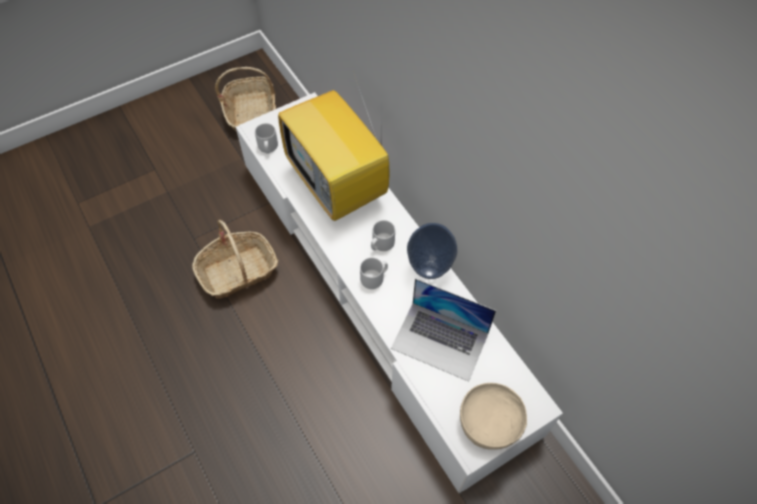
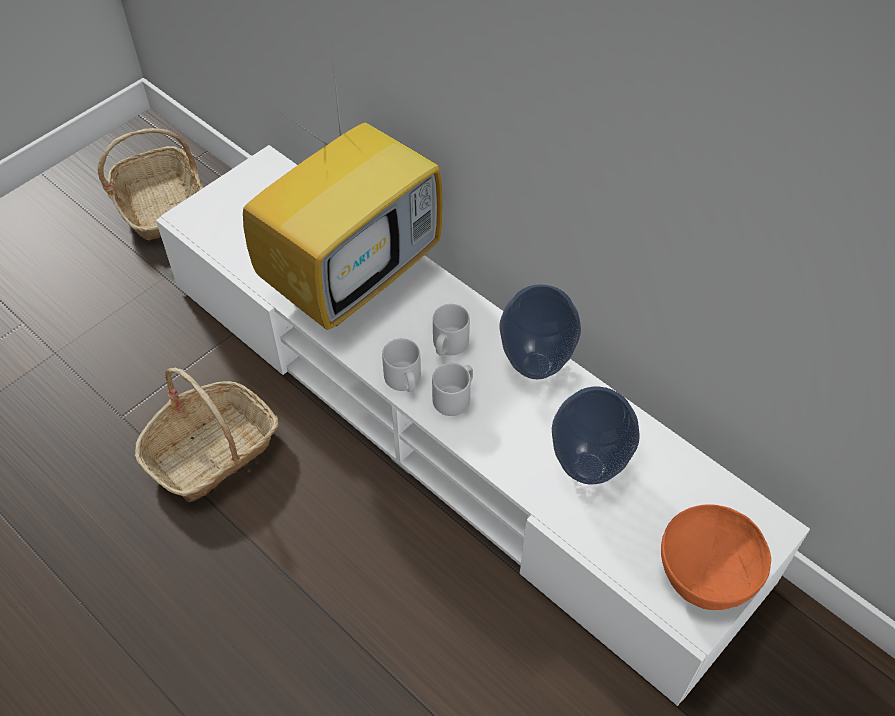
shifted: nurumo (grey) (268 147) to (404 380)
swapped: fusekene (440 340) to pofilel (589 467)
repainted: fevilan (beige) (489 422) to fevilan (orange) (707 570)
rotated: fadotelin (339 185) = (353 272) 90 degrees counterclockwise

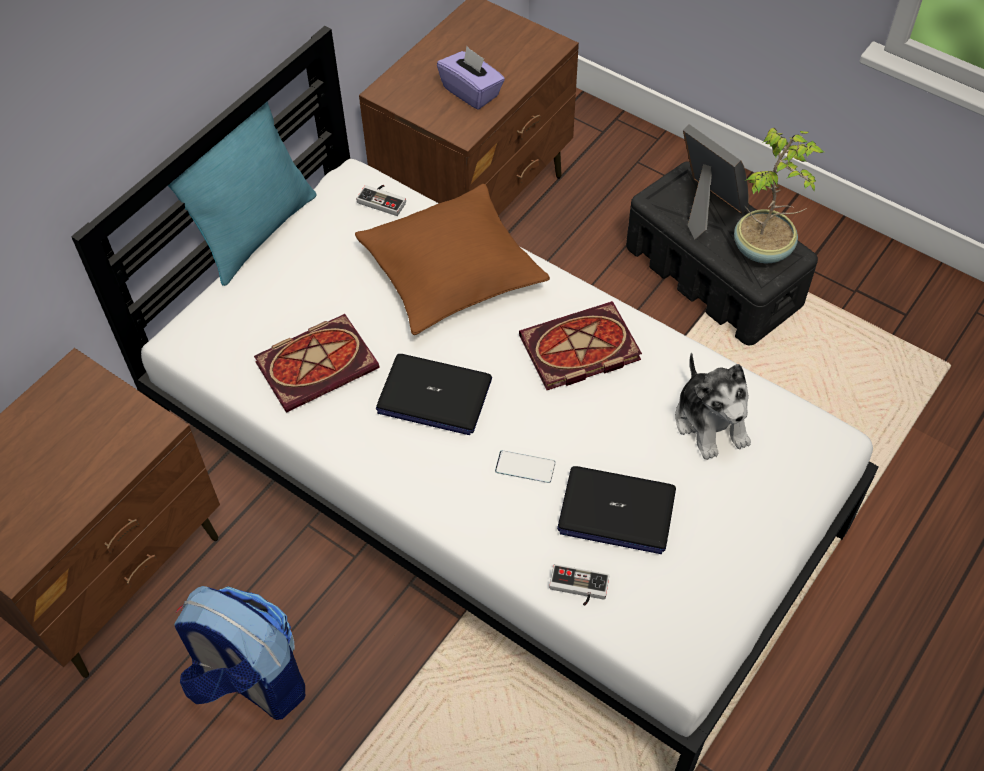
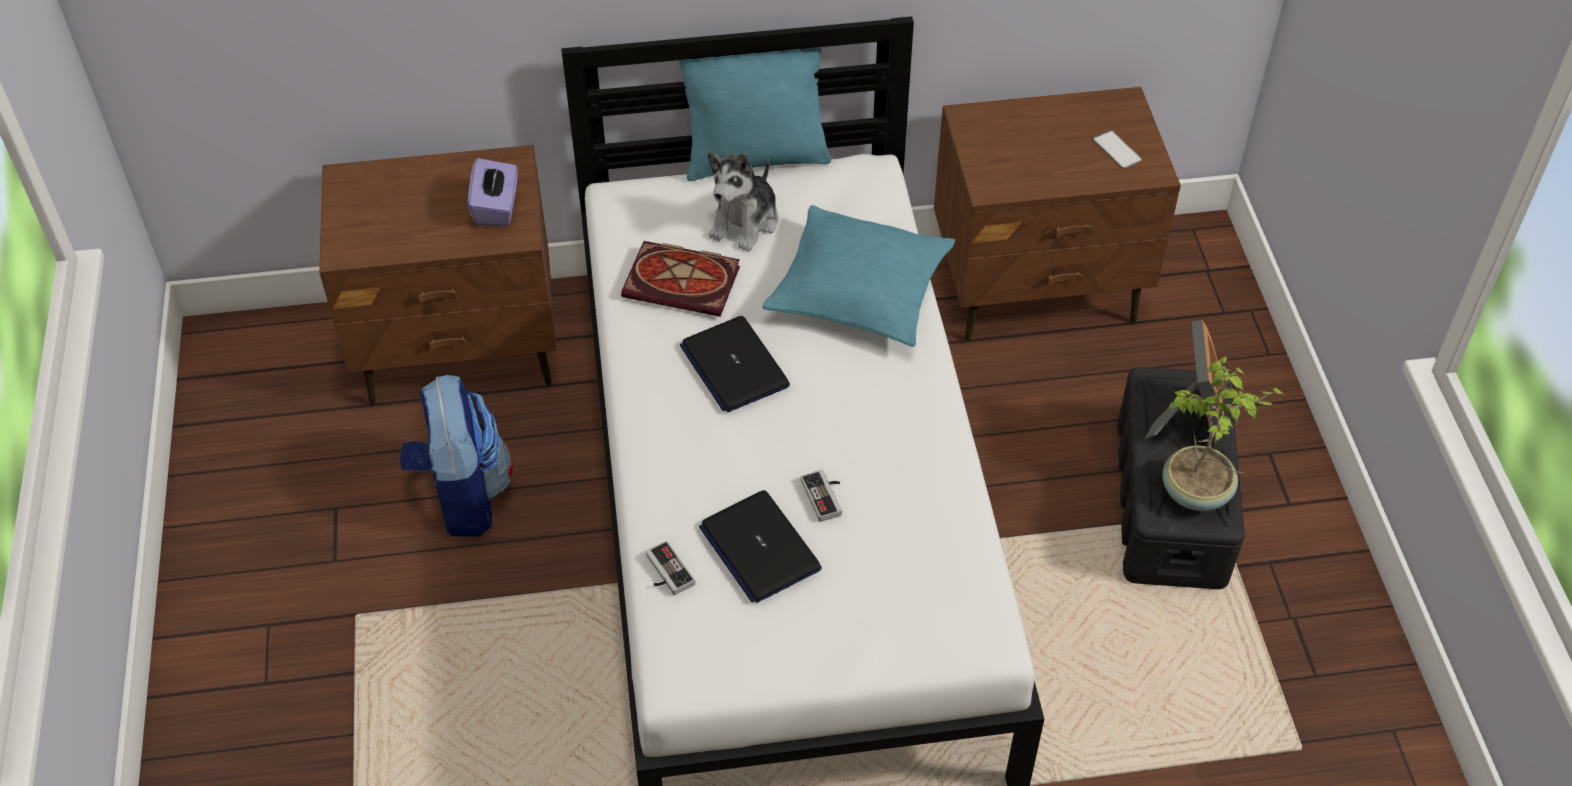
gone: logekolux (578 351)
shifted: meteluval (383 199) to (826 496); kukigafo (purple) (471 92) to (497 207); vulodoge (525 467) to (1117 150); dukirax (711 422) to (745 222)
repainted: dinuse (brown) (451 271) to dinuse (turquoise) (859 290)

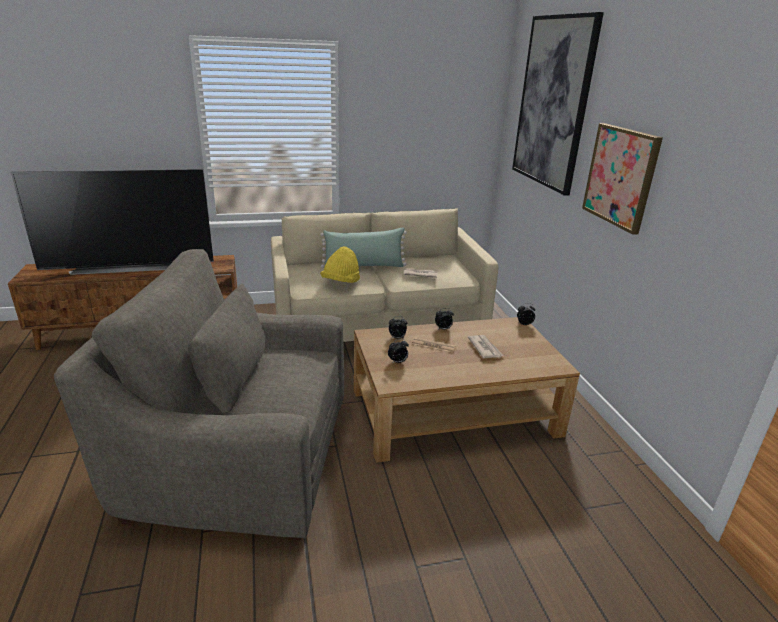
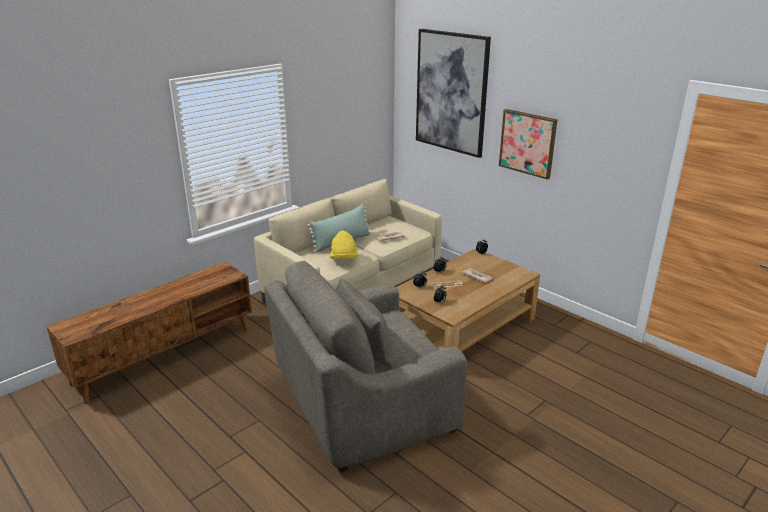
gone: fadotelin (130 266)

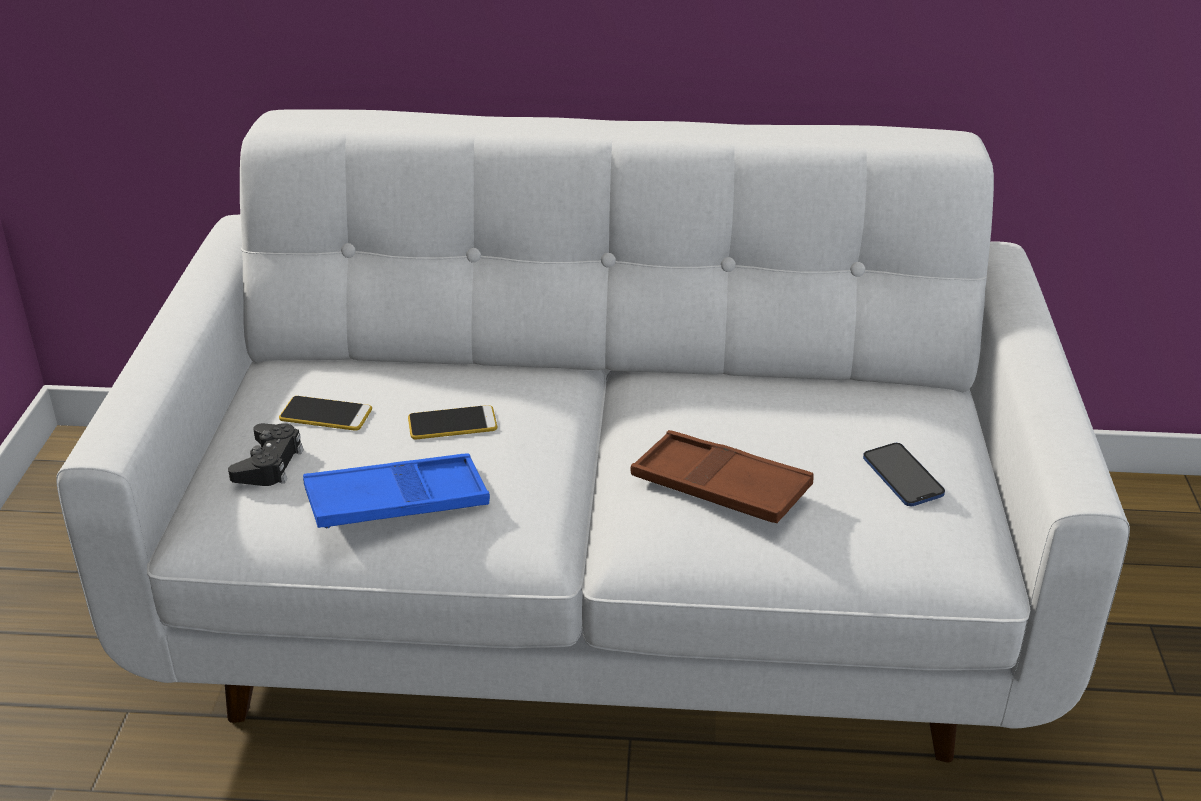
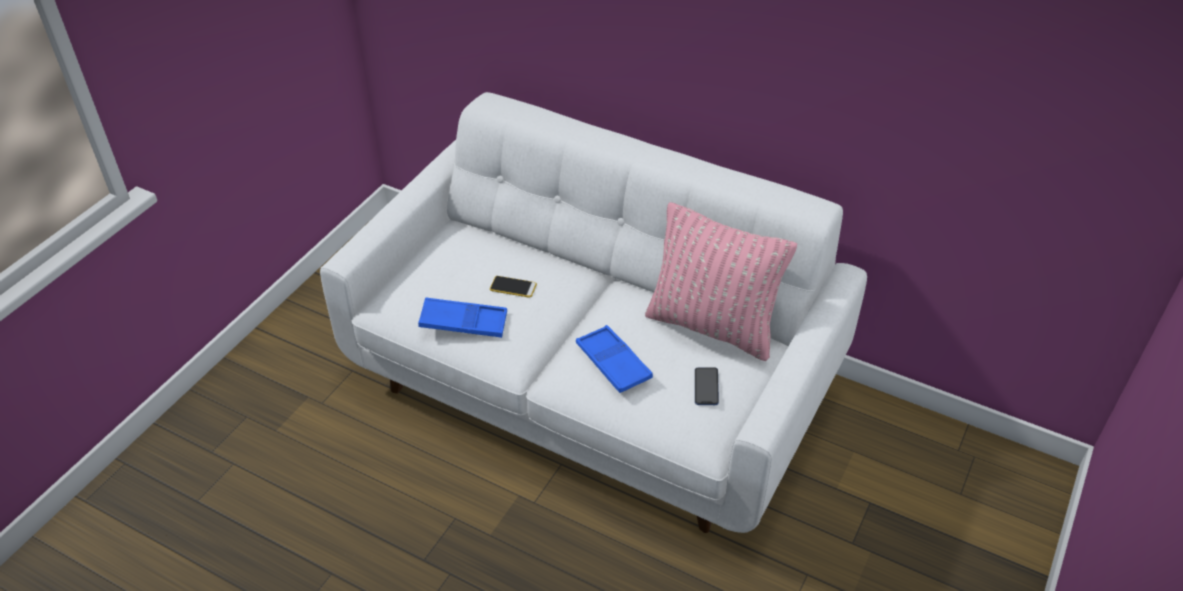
gone: meteluval (black) (269 463); vulodoge (326 414)
new: dinuse (pink) (712 327)
repainted: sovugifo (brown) (720 487) to sovugifo (blue) (613 363)

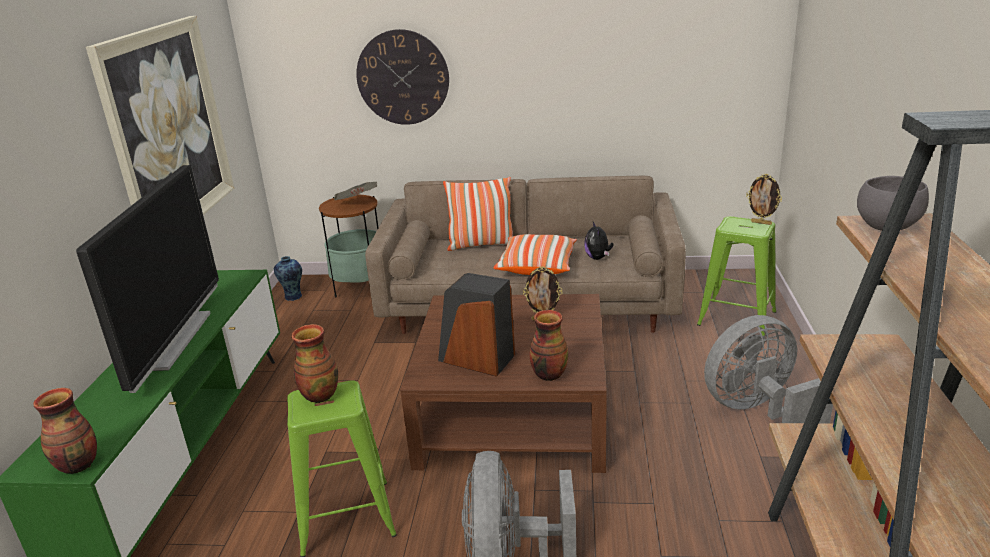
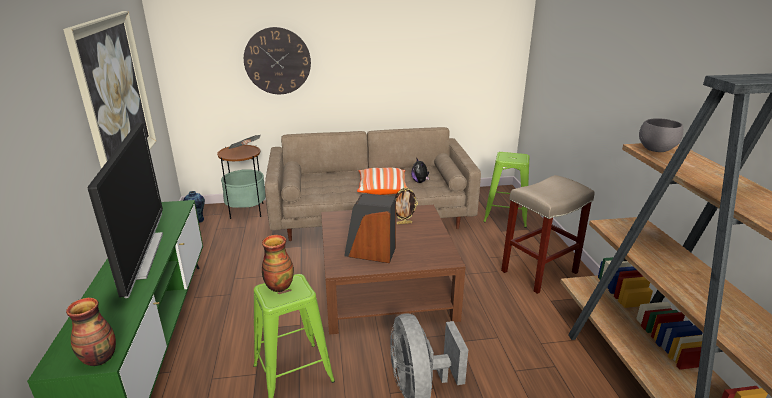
gone: dinuse (481 244); pofilel (548 374); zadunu (761 223)
swapped: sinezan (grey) (758 410) to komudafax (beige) (539 272)

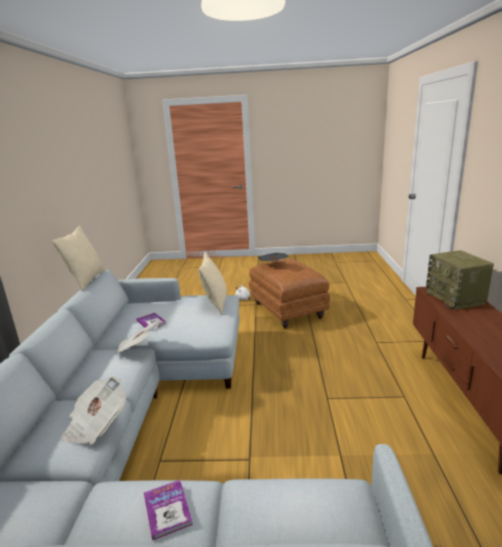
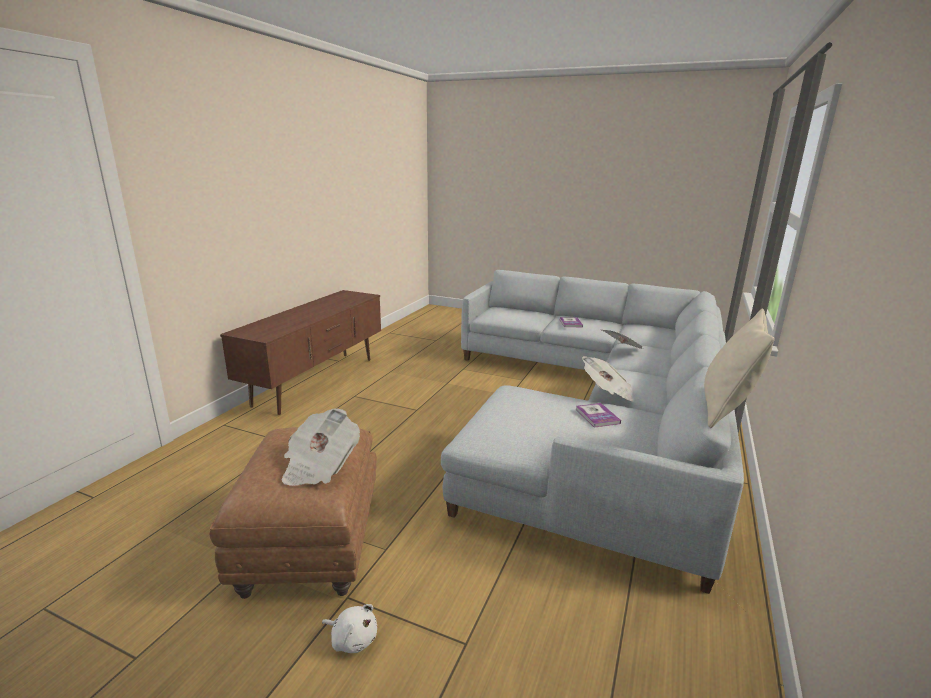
gone: dinuse (beige) (215 304); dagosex (456 298)

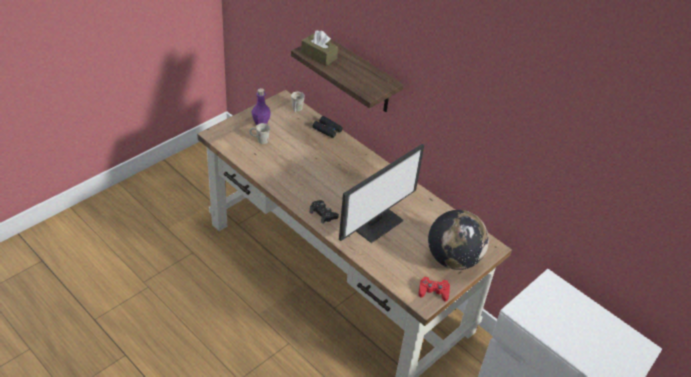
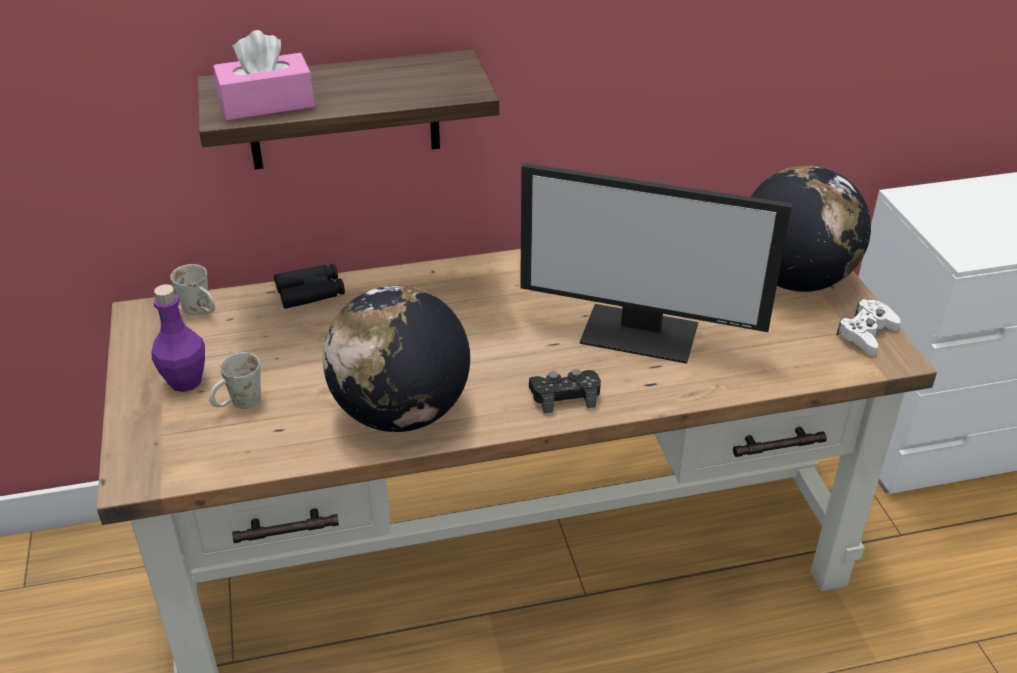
new: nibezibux (400 412)
repainted: kukigafo (brown) (319 55) to kukigafo (pink) (266 104); meteluval (red) (433 291) to meteluval (white) (866 333)
rotated: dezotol (377 223) = (641 332) 120 degrees clockwise

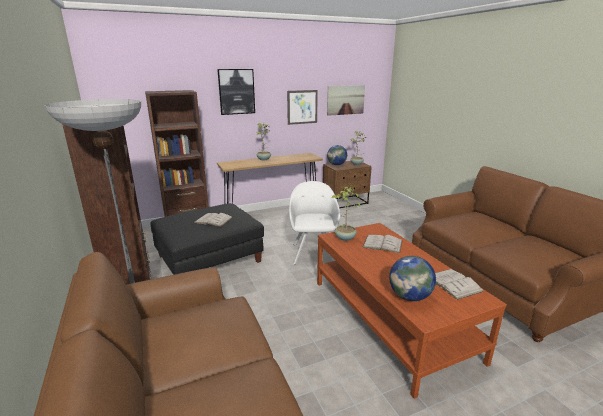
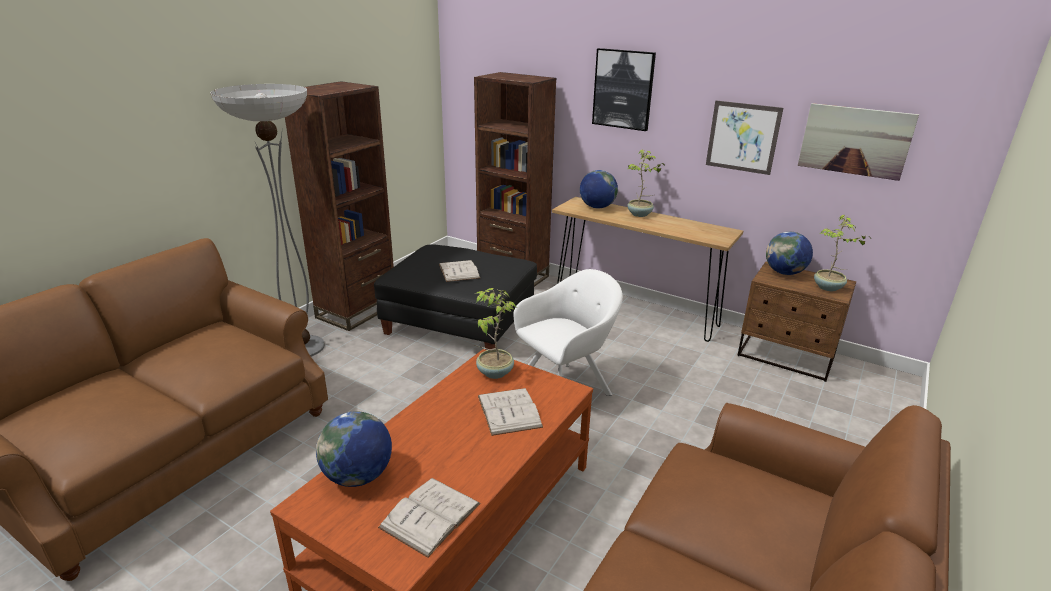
new: nibezibux (597 207)

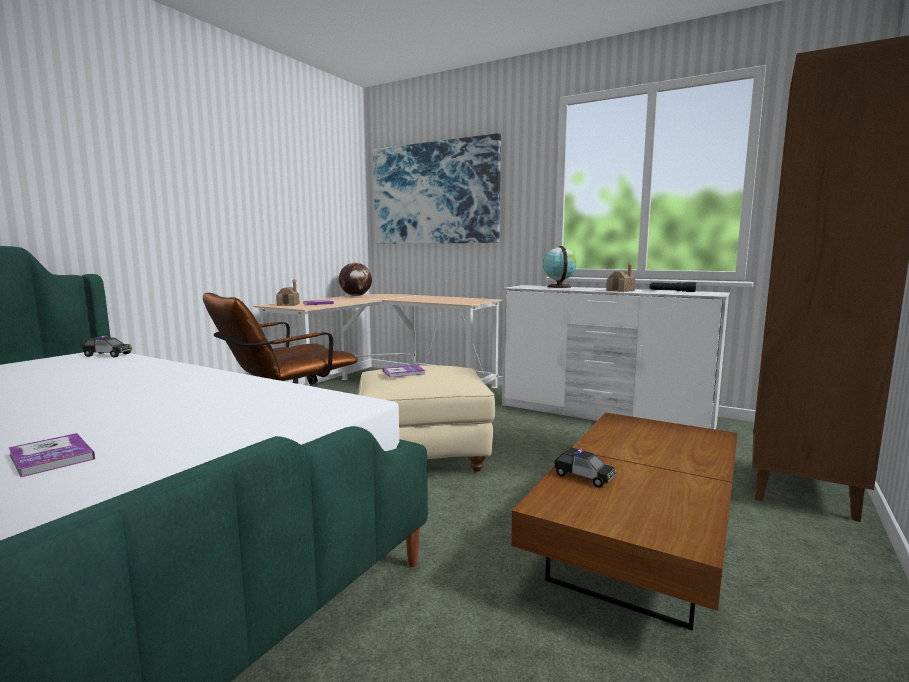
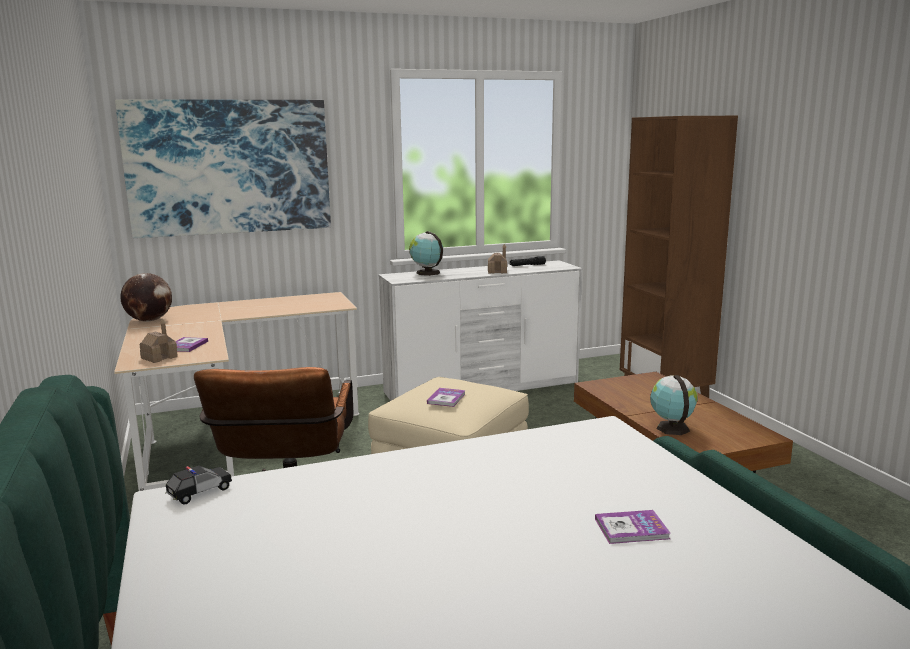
swapped: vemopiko (583 477) to nibezibux (671 427)

